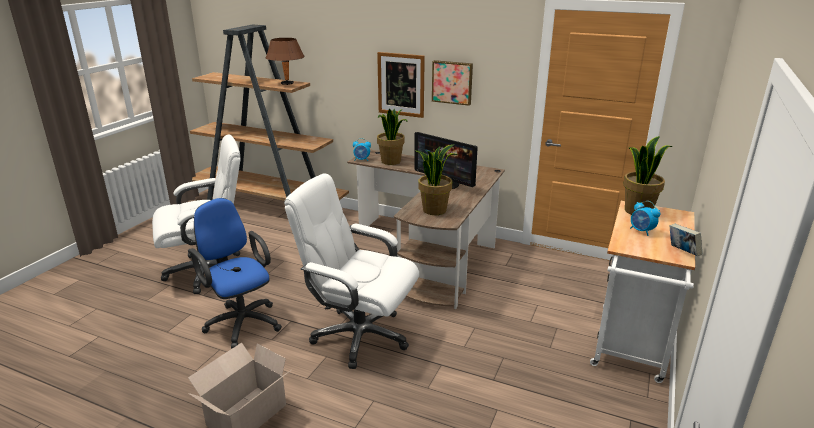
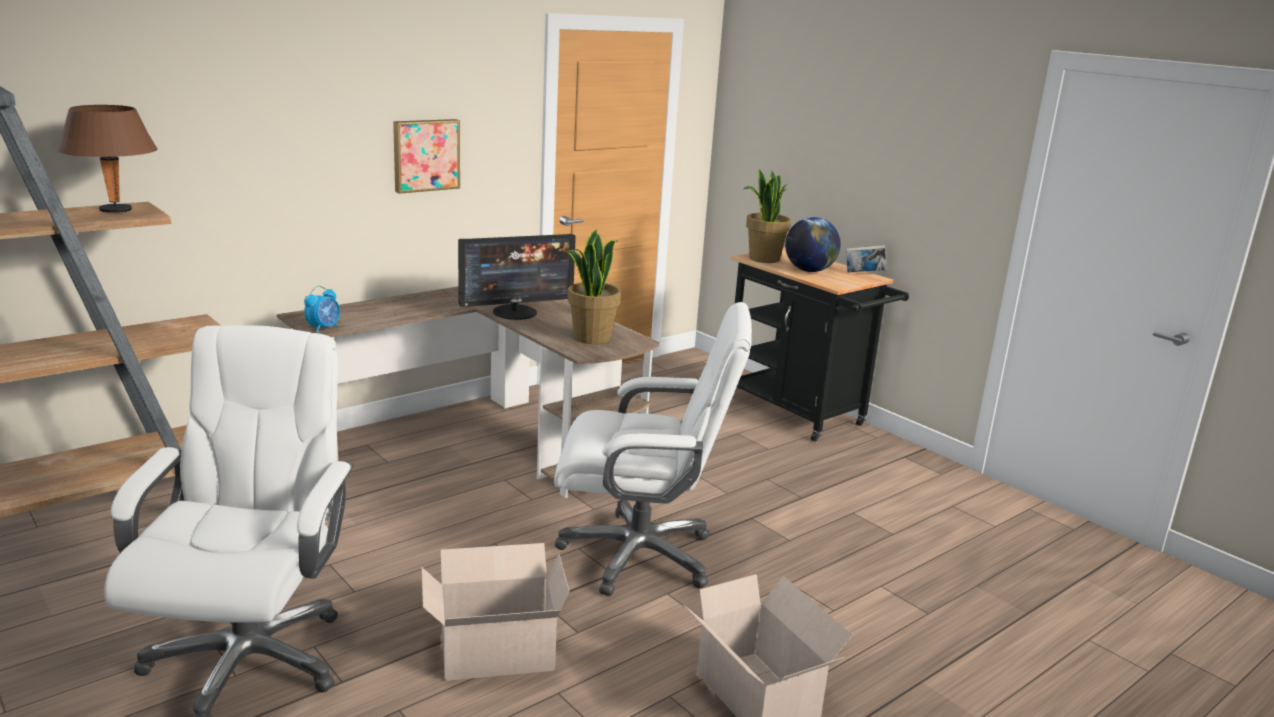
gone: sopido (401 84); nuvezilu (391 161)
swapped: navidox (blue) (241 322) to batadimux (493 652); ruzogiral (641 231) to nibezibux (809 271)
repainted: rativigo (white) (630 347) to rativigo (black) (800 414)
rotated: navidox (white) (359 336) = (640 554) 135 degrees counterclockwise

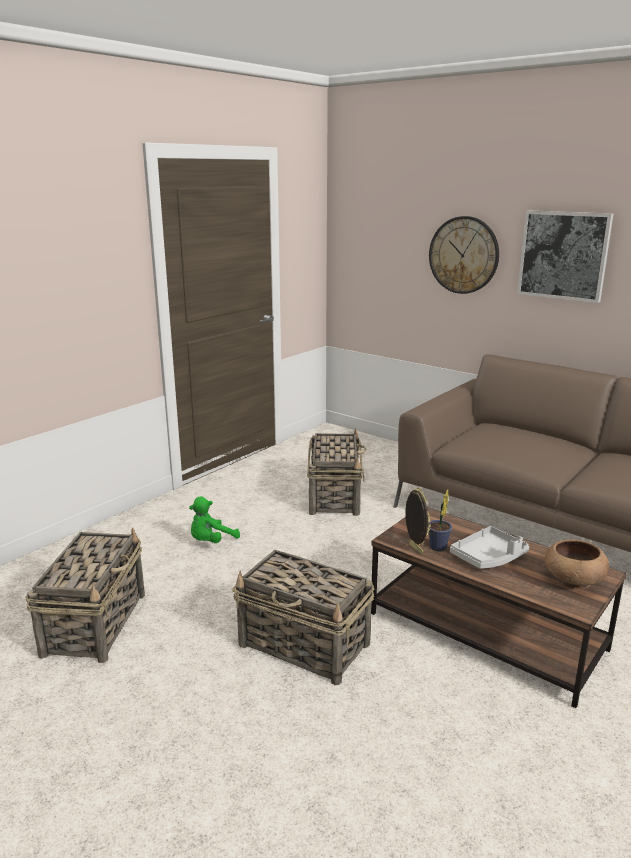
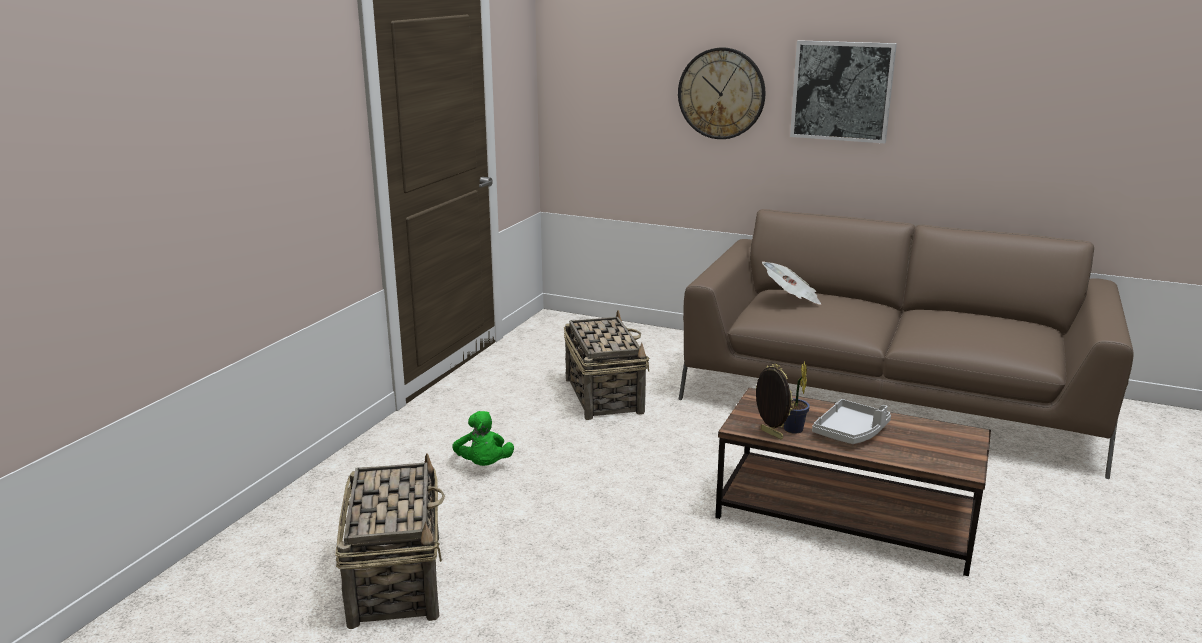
gone: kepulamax (305 645); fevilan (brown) (572 580)
new: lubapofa (791 298)
rotated: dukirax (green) (211 541) = (484 465) 45 degrees counterclockwise

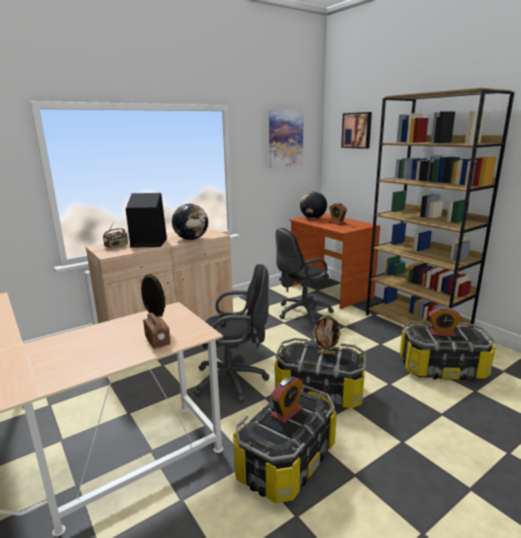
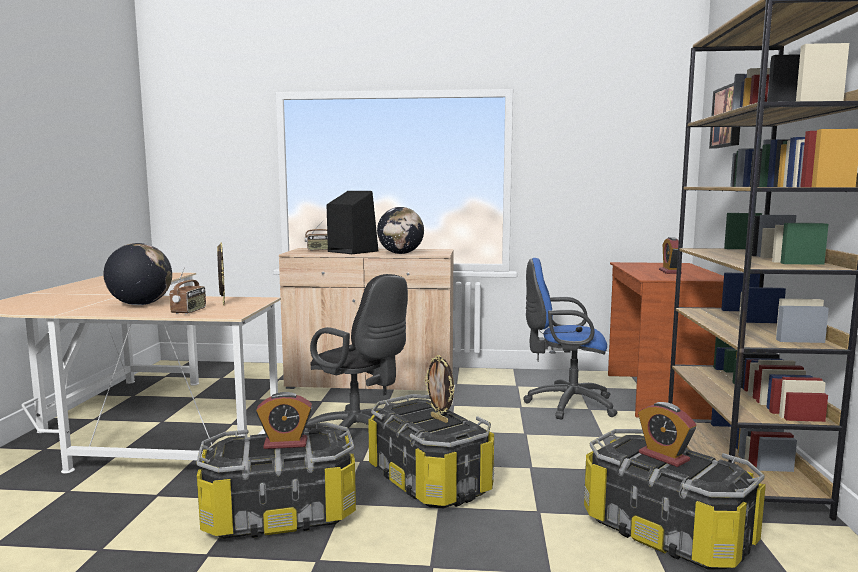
gone: sopido (285 138)
shifted: nibezibux (313 218) to (141 304)
repainted: navidox (black) (301 312) to navidox (blue) (565 404)

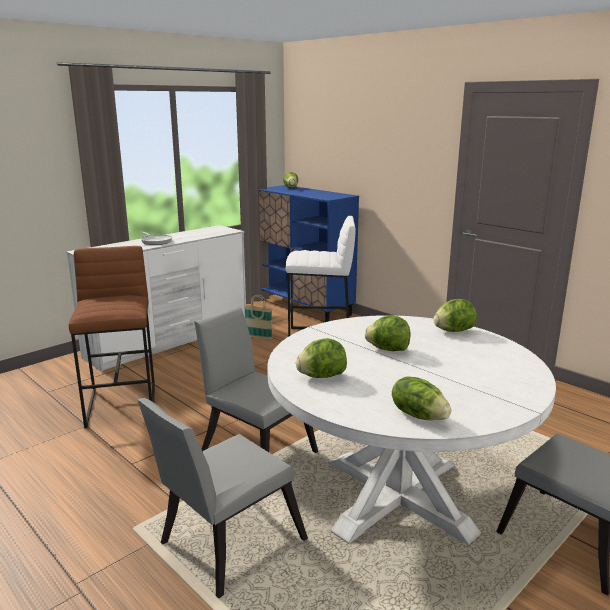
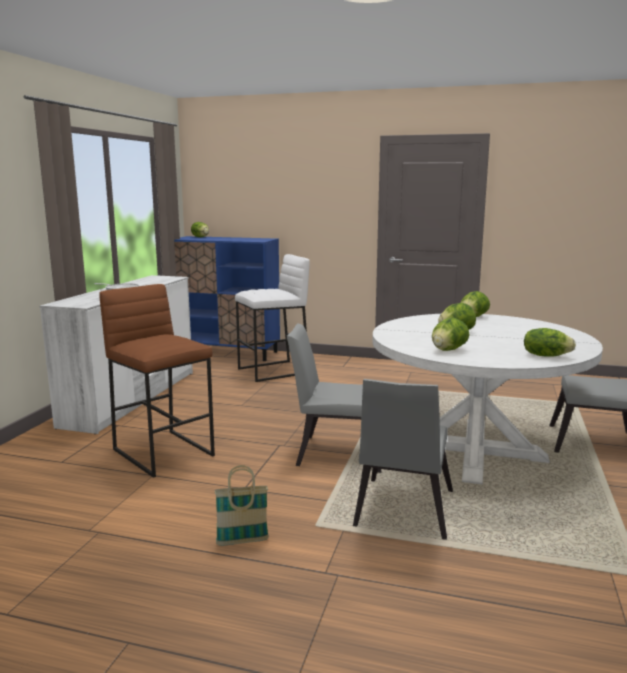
shifted: kepulamax (258 337) to (242 541)

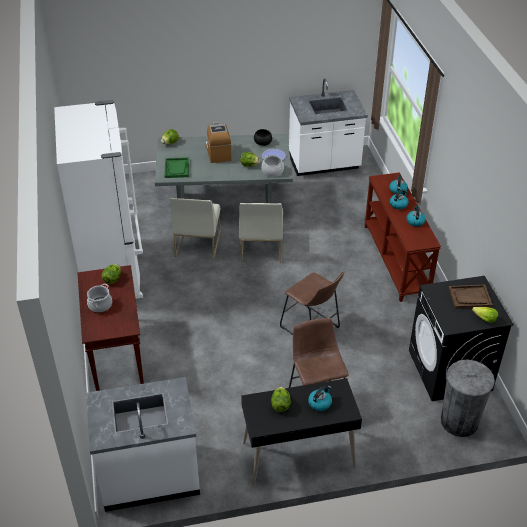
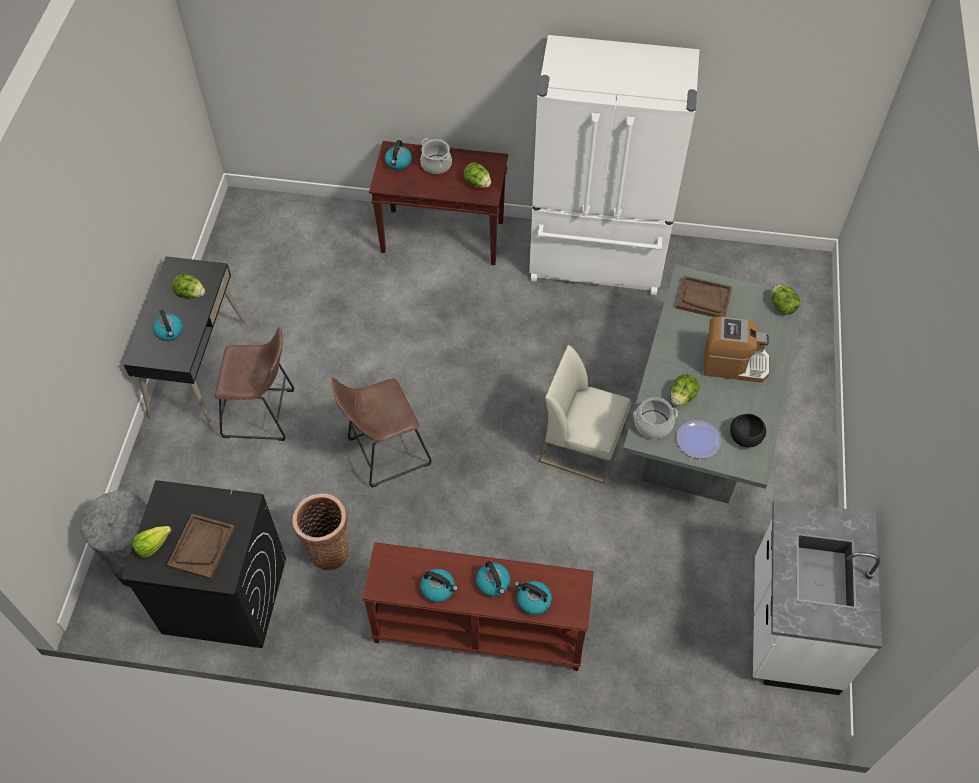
gone: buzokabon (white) (149 474); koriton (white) (197 244)
new: kepulamax (328 549); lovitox (398 162)
repainted: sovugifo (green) (177 168) to sovugifo (brown) (703 299)

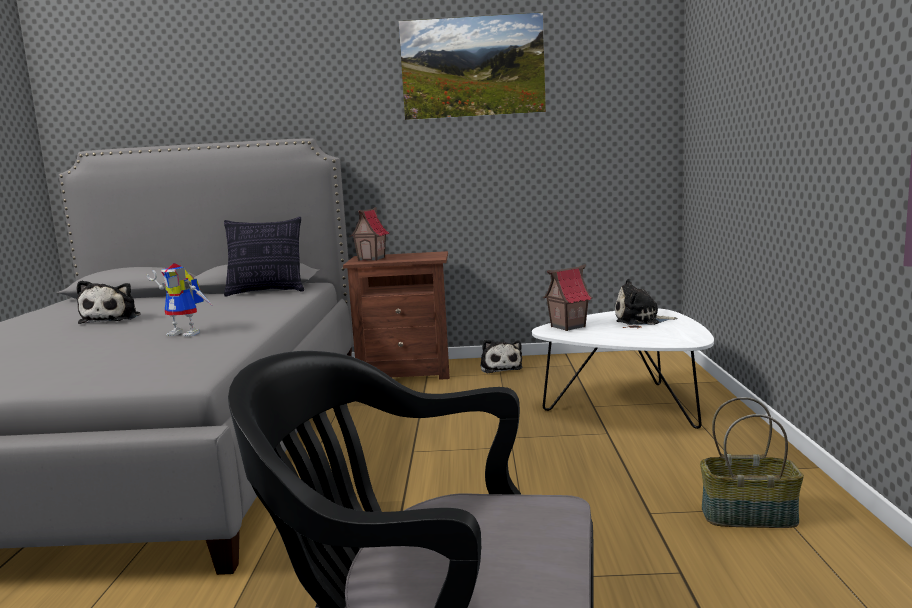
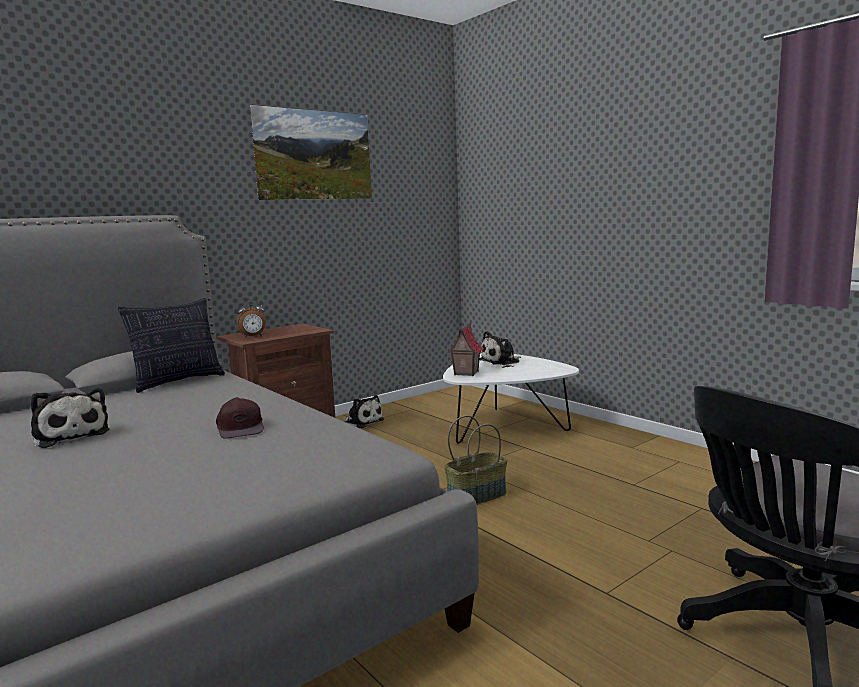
shifted: kepulamax (749 515) to (476 495)
swapped: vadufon (188 333) to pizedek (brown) (241 428); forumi (372 259) to ruzogiral (253 336)

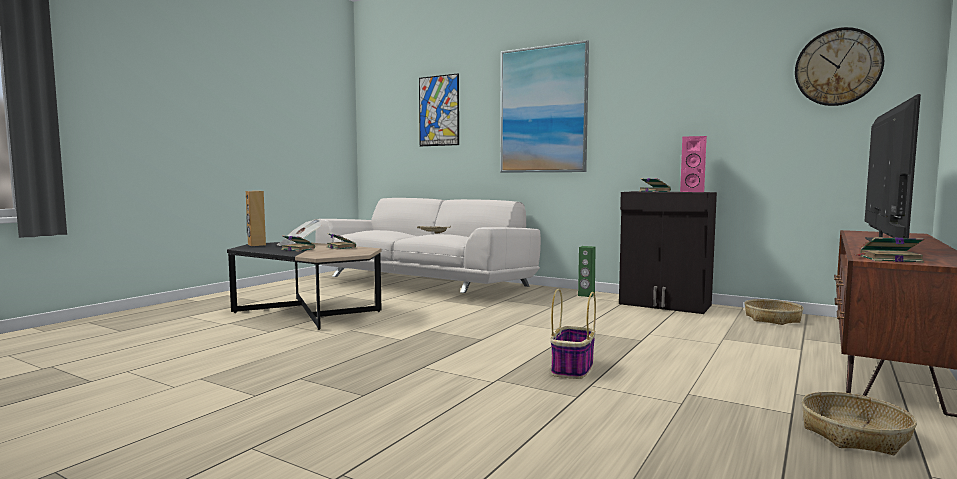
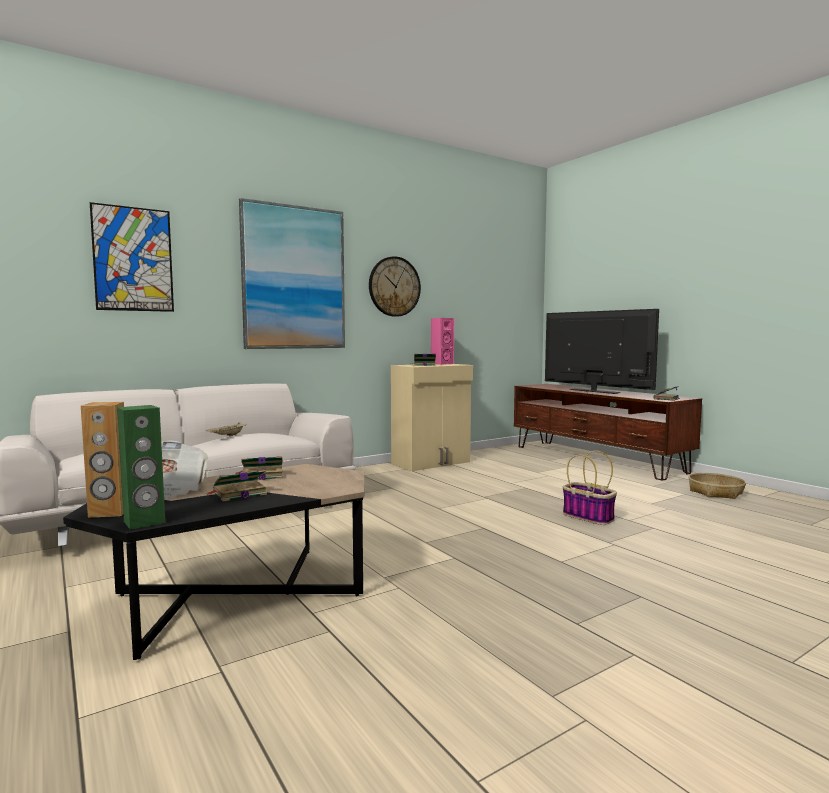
gone: kepulamax (772 319)
shifted: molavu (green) (586 295) to (144 522); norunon (837 67) to (394 286)
repainted: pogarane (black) (665 305) to pogarane (beige) (432 463)

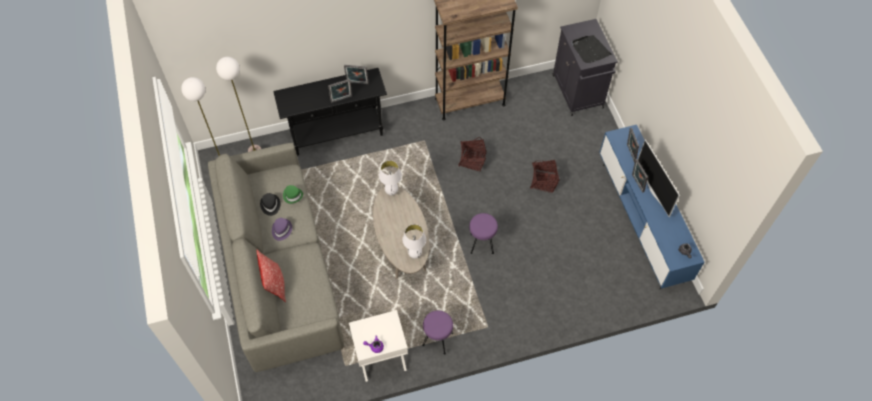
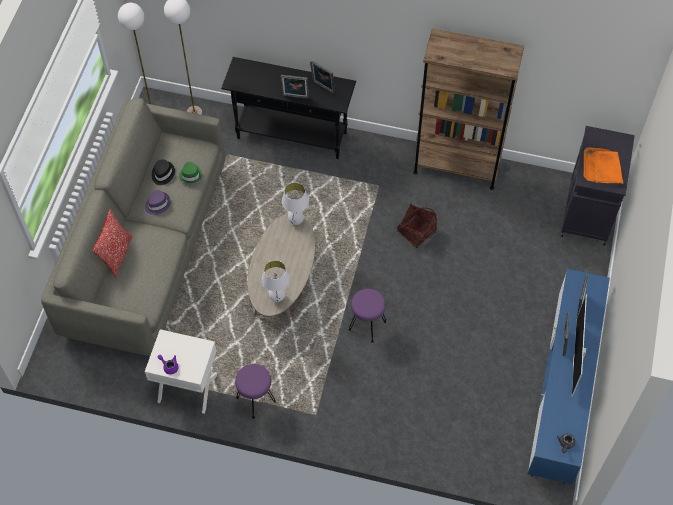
gone: kepulamax (543 181)
repainted: sovugifo (black) (590 50) to sovugifo (orange) (601 168)

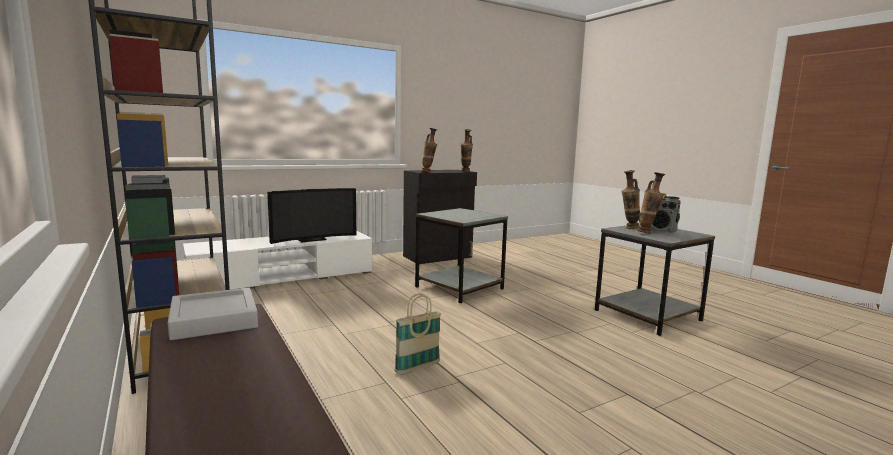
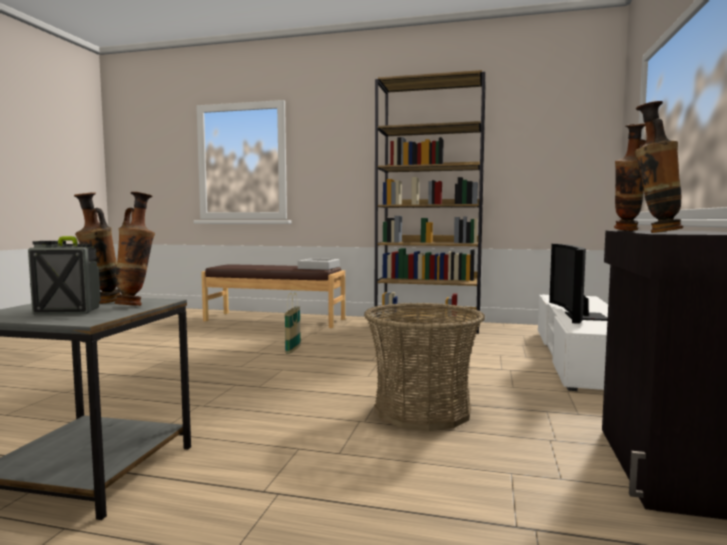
swapped: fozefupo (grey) (459 288) to kepulamax (422 410)

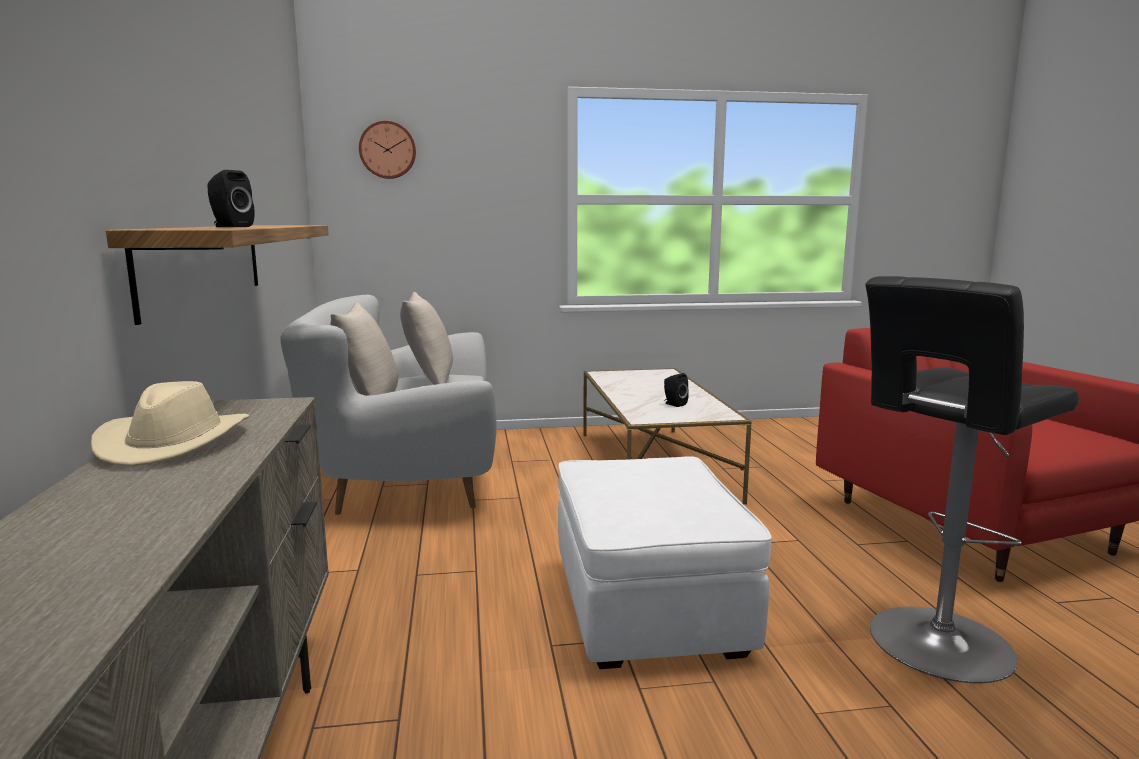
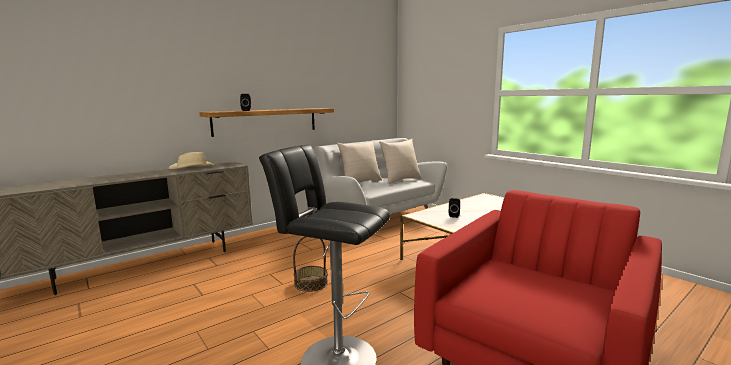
gone: norunon (387 150)
swapped: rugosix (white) (648 608) to kepulamax (311 283)

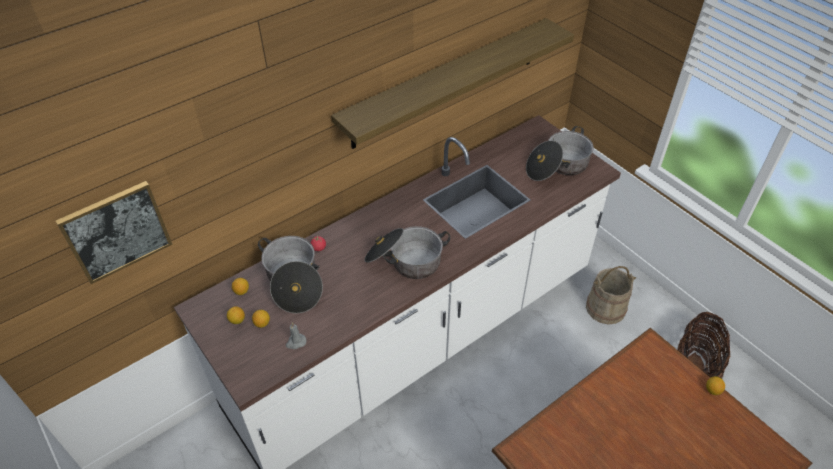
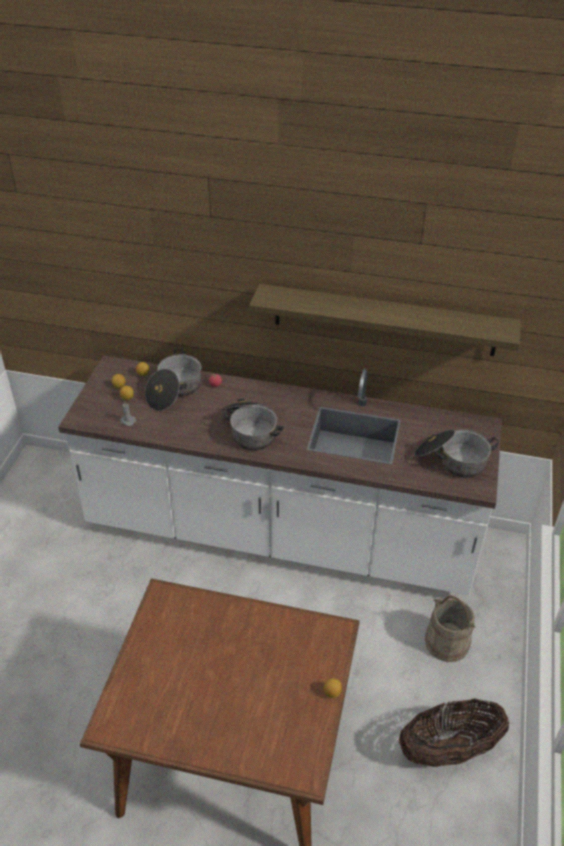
gone: sopido (116 231)

